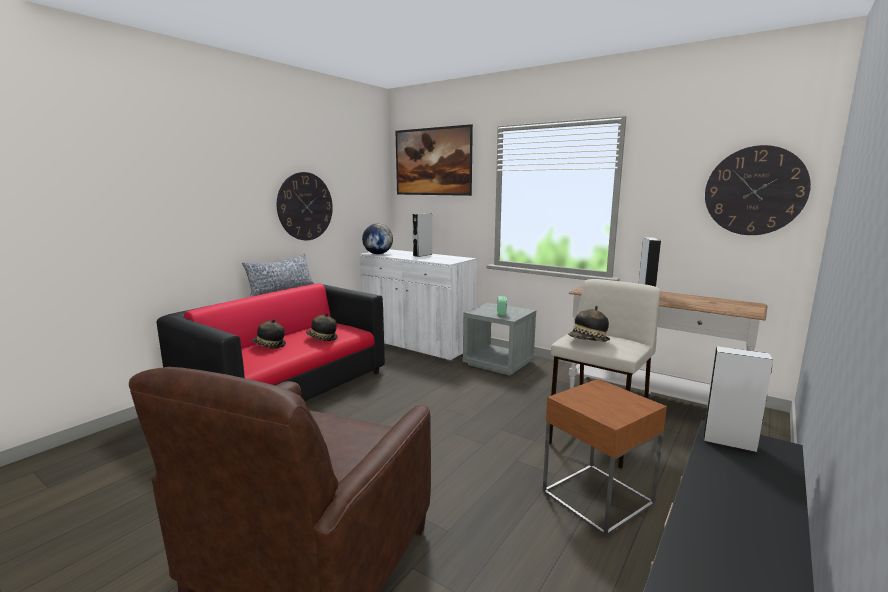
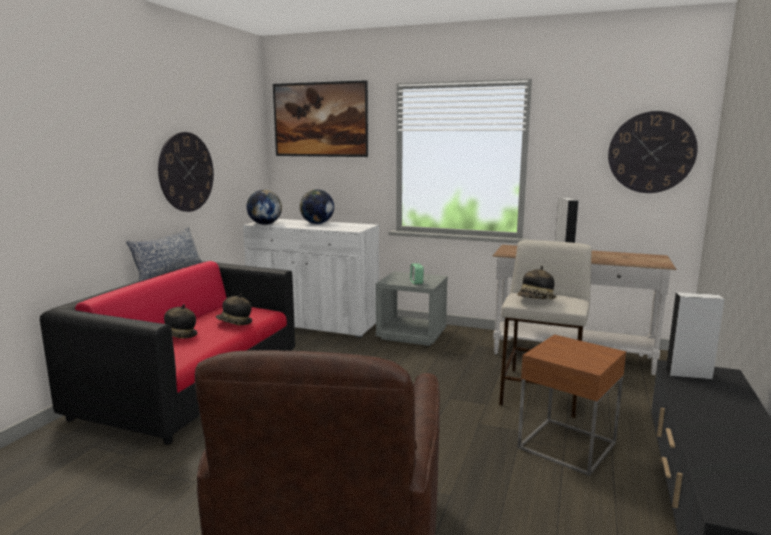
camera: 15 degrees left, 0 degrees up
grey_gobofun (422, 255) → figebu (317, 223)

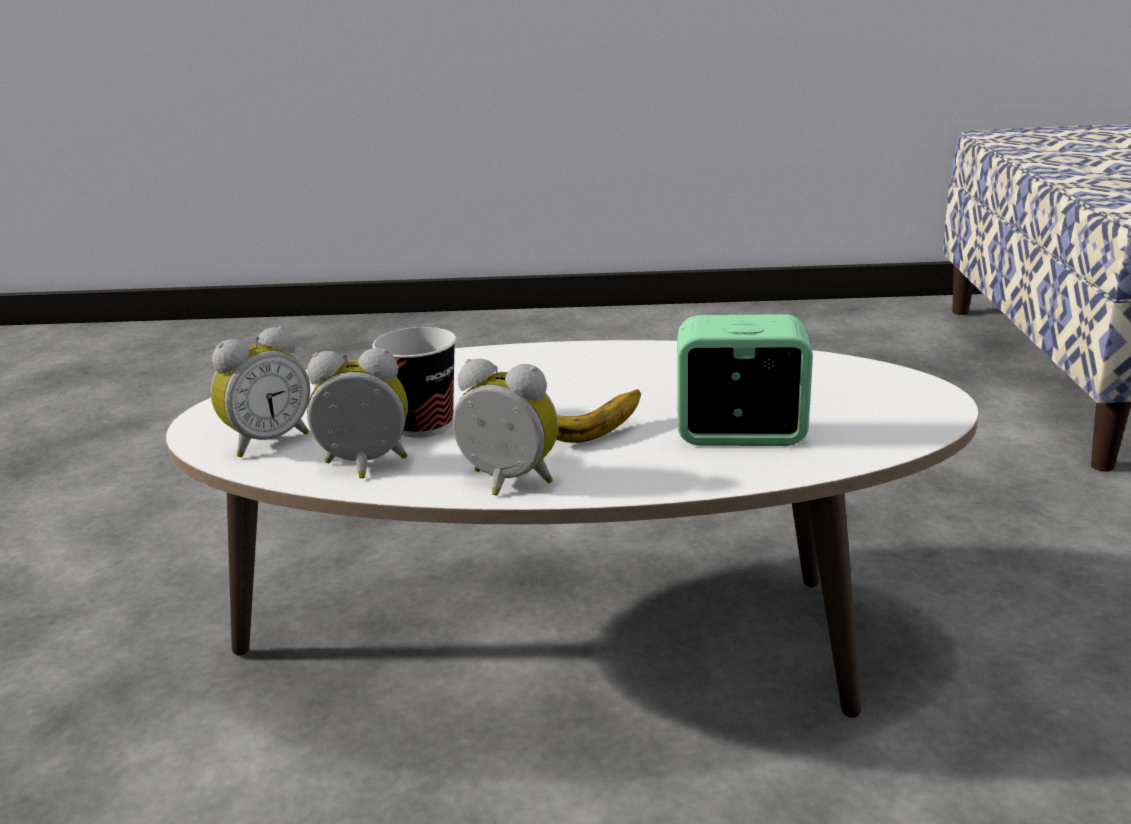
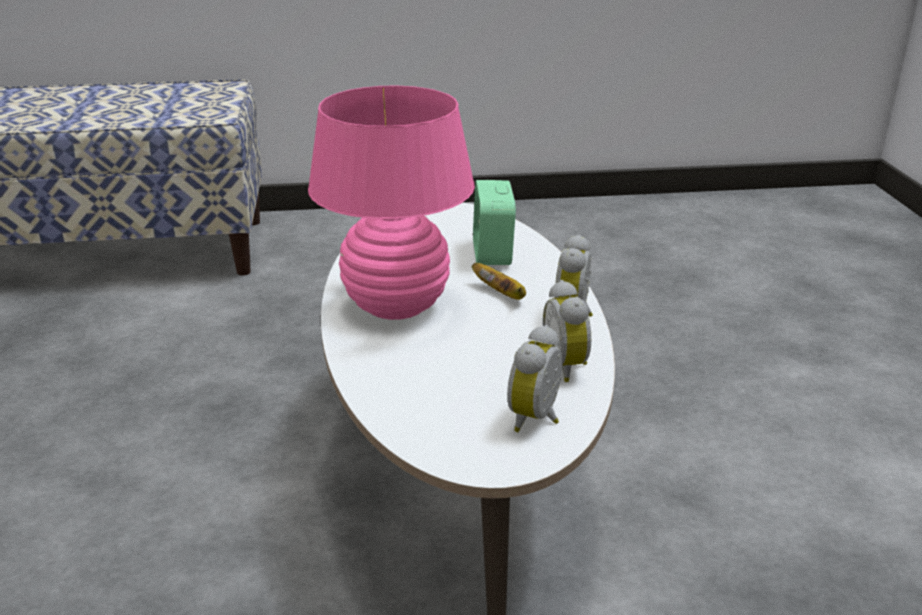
camera: 100 degrees left, 5 degrees up
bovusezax (423, 425) → -
- → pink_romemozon (396, 306)
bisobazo (267, 441) → bisobazo (538, 419), 105 degrees counterclockwise

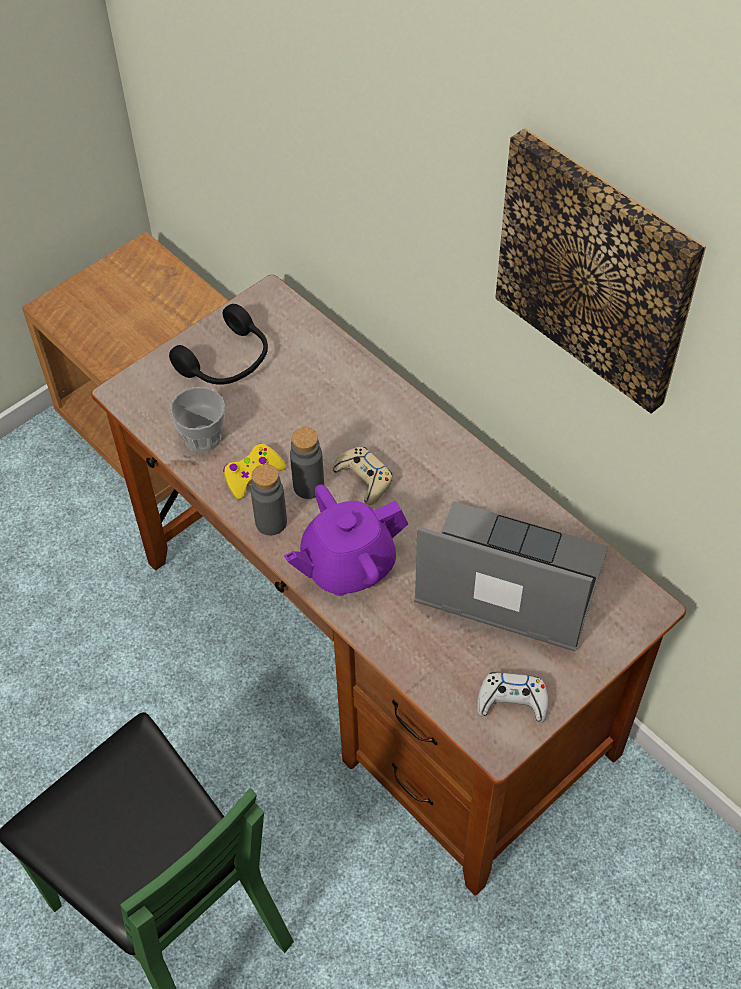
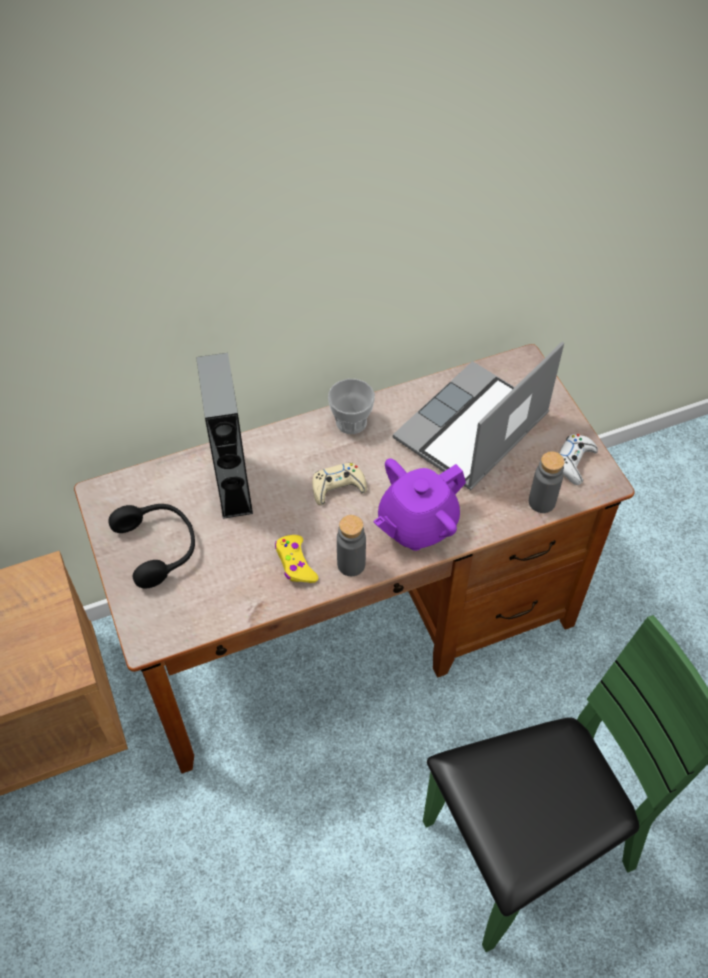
camera: 70 degrees left, 0 degrees up
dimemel (596, 269) → -
- → grey_gobofun (233, 485)
bovusezax (203, 438) → bovusezax (351, 422), moved
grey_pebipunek (308, 486) → grey_pebipunek (541, 502), moved
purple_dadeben (347, 565) → purple_dadeben (416, 524), 60 degrees clockwise

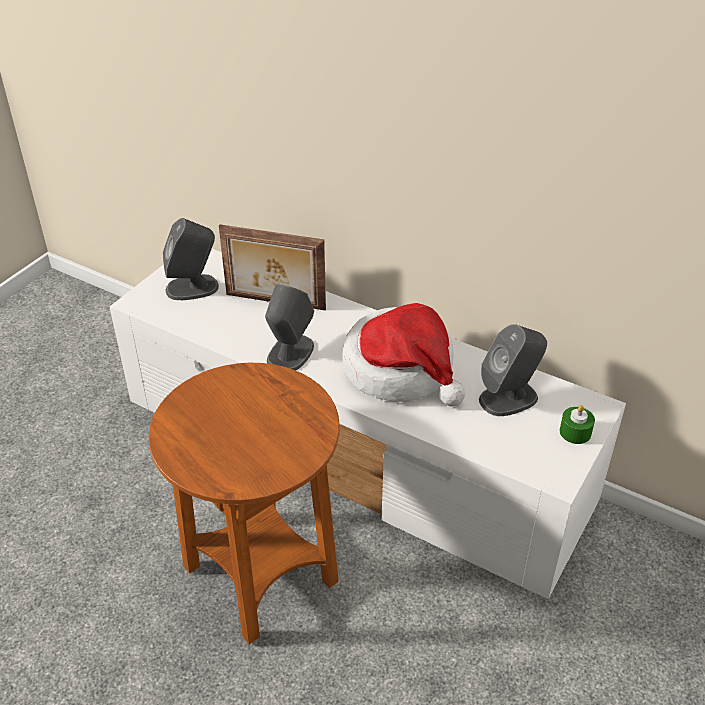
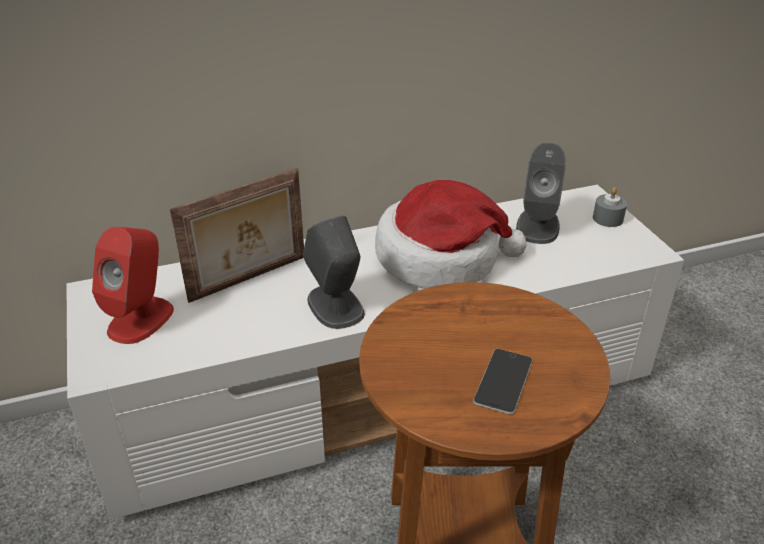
camera: 50 degrees left, 5 degrees down
- → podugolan (503, 381)
grey_gobofun (193, 288) → red_gobofun (141, 319)
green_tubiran (575, 432) → grey_tubiran (608, 218)

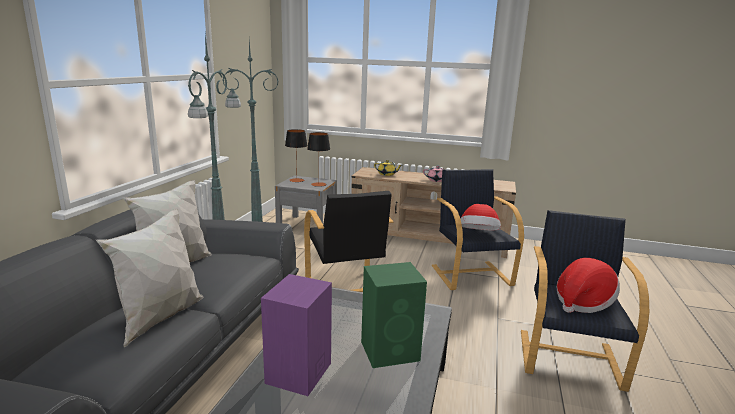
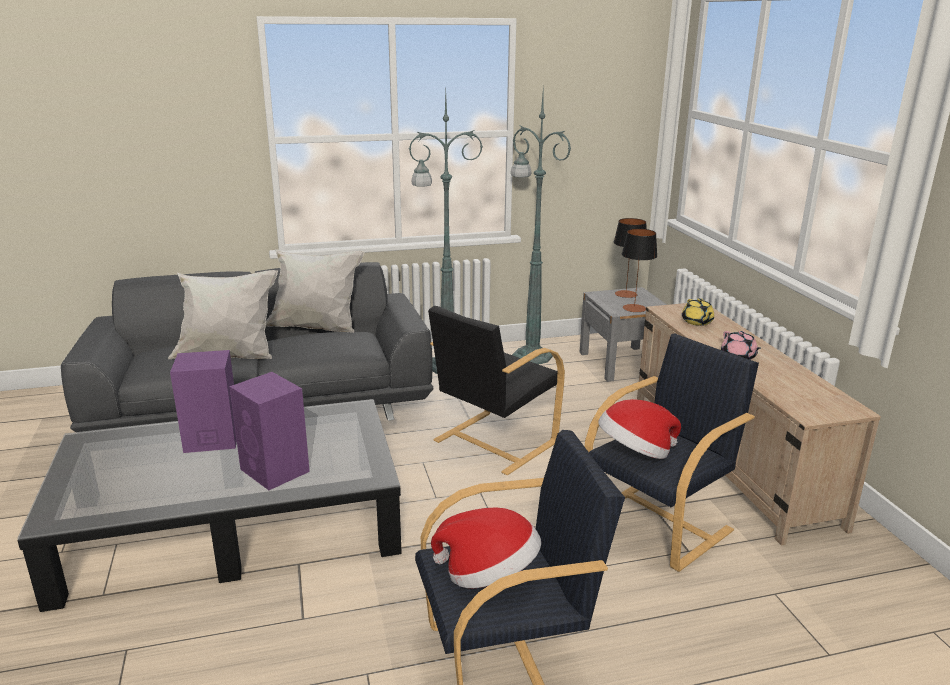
camera: 60 degrees right, 5 degrees up
green_gobofun (391, 351) → purple_gobofun (275, 471)

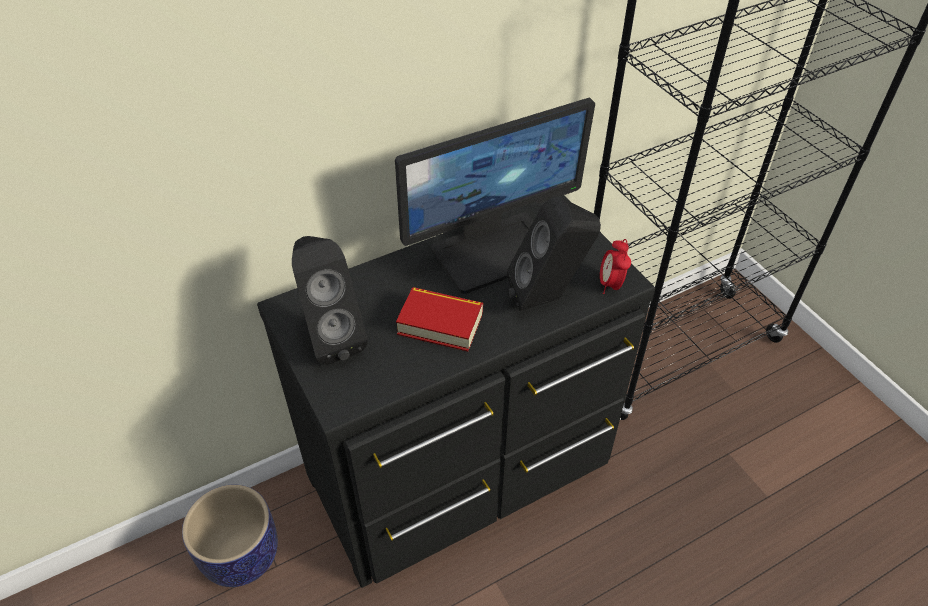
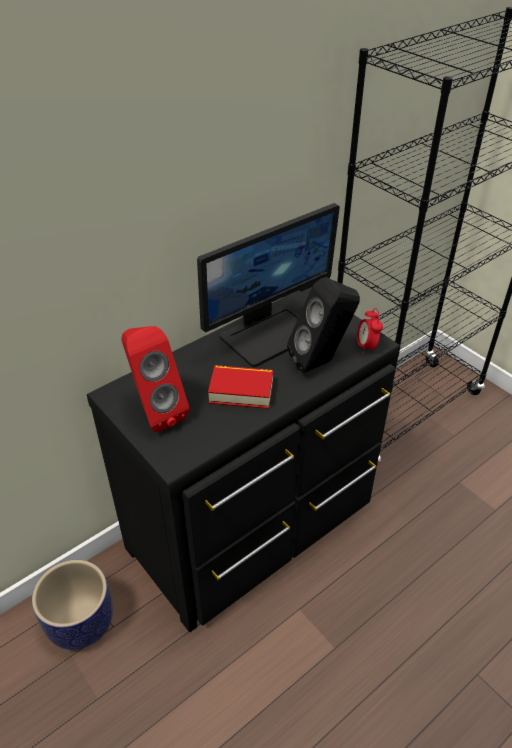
camera: 10 degrees left, 5 degrees down
black_gobofun (331, 337) → red_gobofun (155, 412)

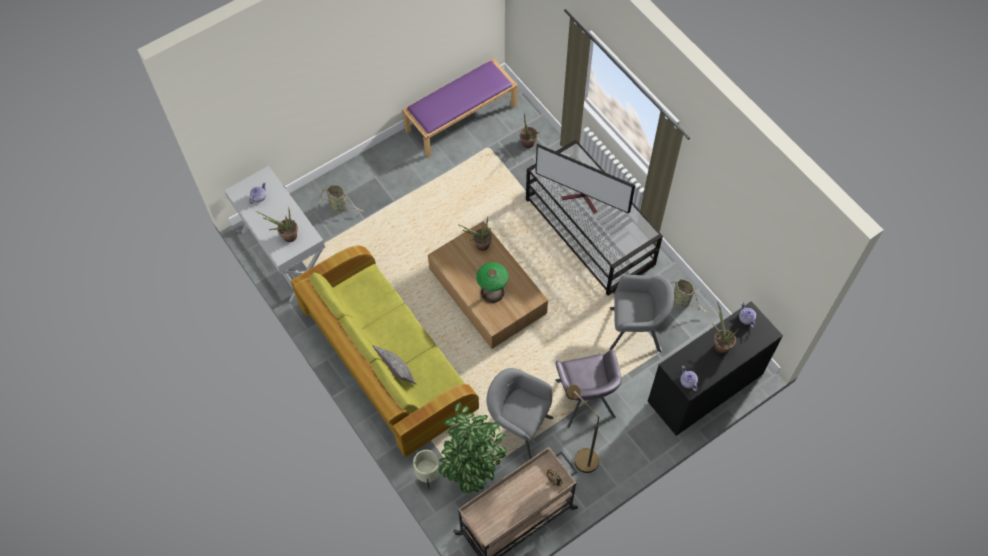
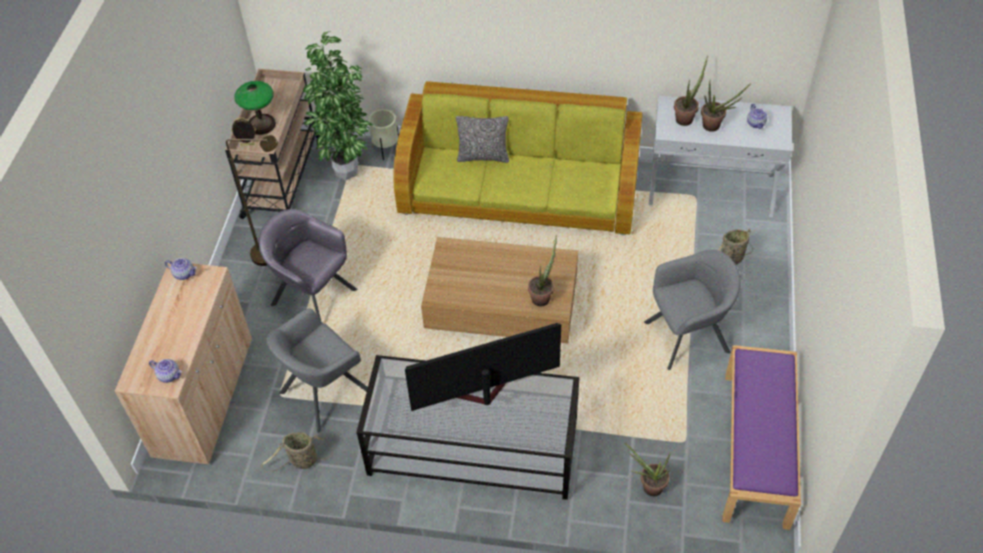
camera: 135 degrees right, 10 degrees down
romemozon (492, 292) → romemozon (262, 124), moved
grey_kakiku (518, 425) → grey_kakiku (687, 337), moved
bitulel (720, 344) → bitulel (715, 126), moved
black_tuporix (705, 388) → beige_tuporix (204, 397)

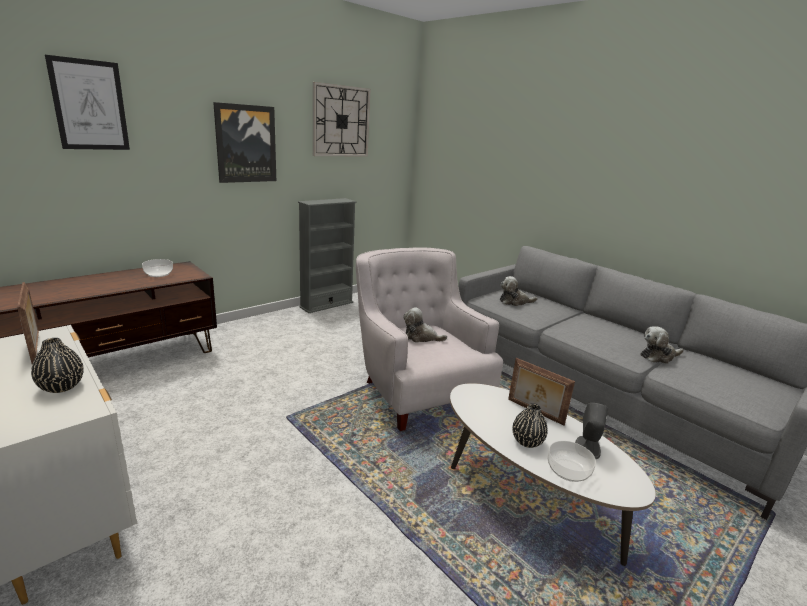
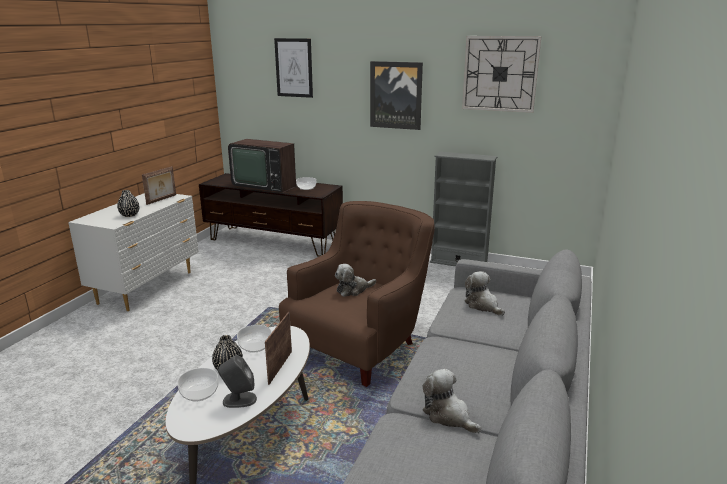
camera: 65 degrees right, 0 degrees up
- → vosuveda (265, 184)
- → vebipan (255, 346)
white_kakiku (417, 390) → brown_kakiku (361, 344)
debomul (421, 337) → debomul (353, 290), 105 degrees counterclockwise

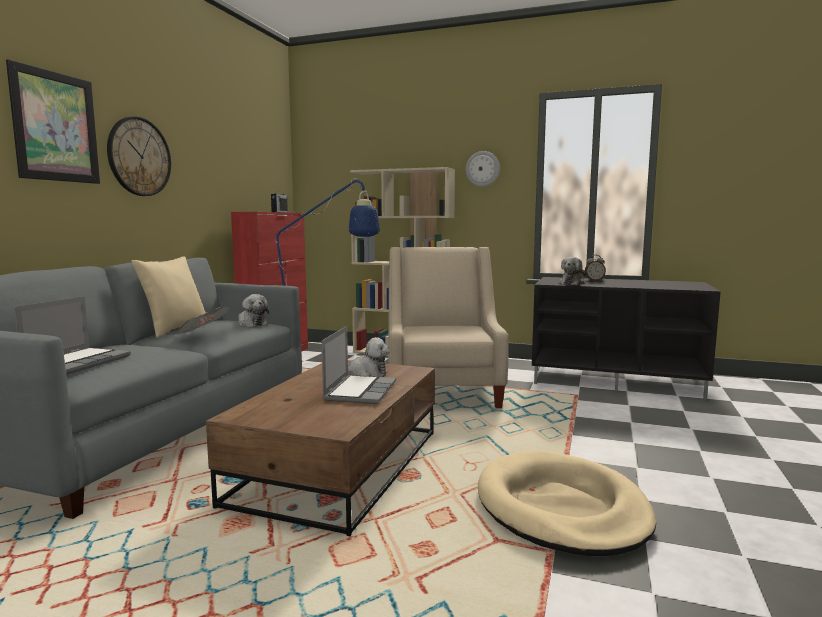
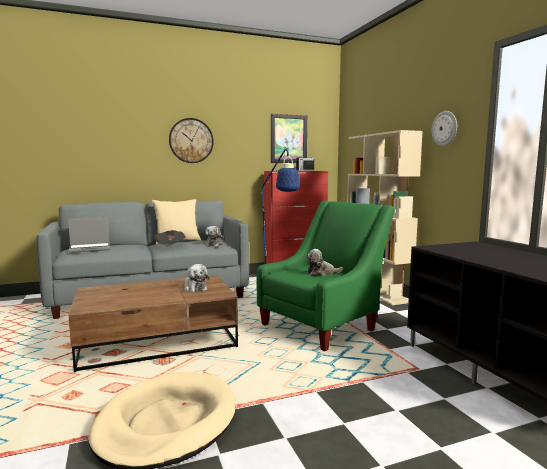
camera: 50 degrees right, 0 degrees up
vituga (360, 391) → -
bisobazo (594, 280) → -
dimemel (55, 127) → dimemel (288, 139), moved
debomul (572, 283) → debomul (321, 273), moved
beige_kakiku (443, 391) → green_kakiku (323, 325)

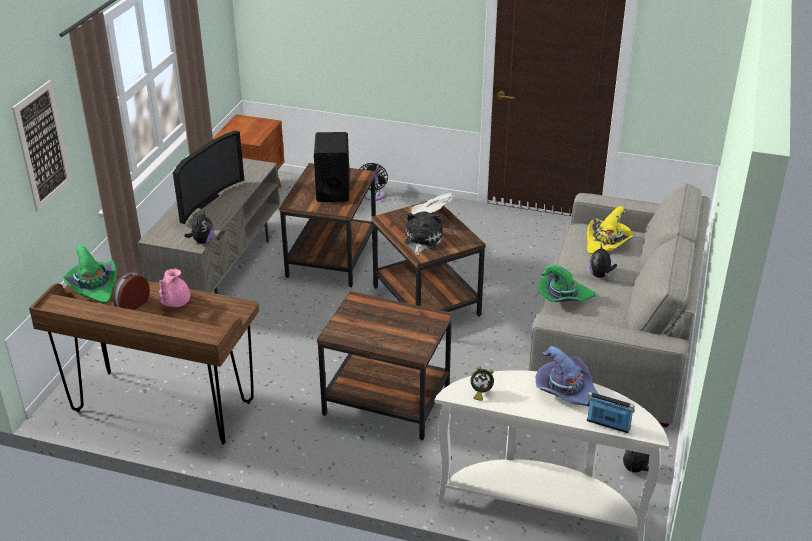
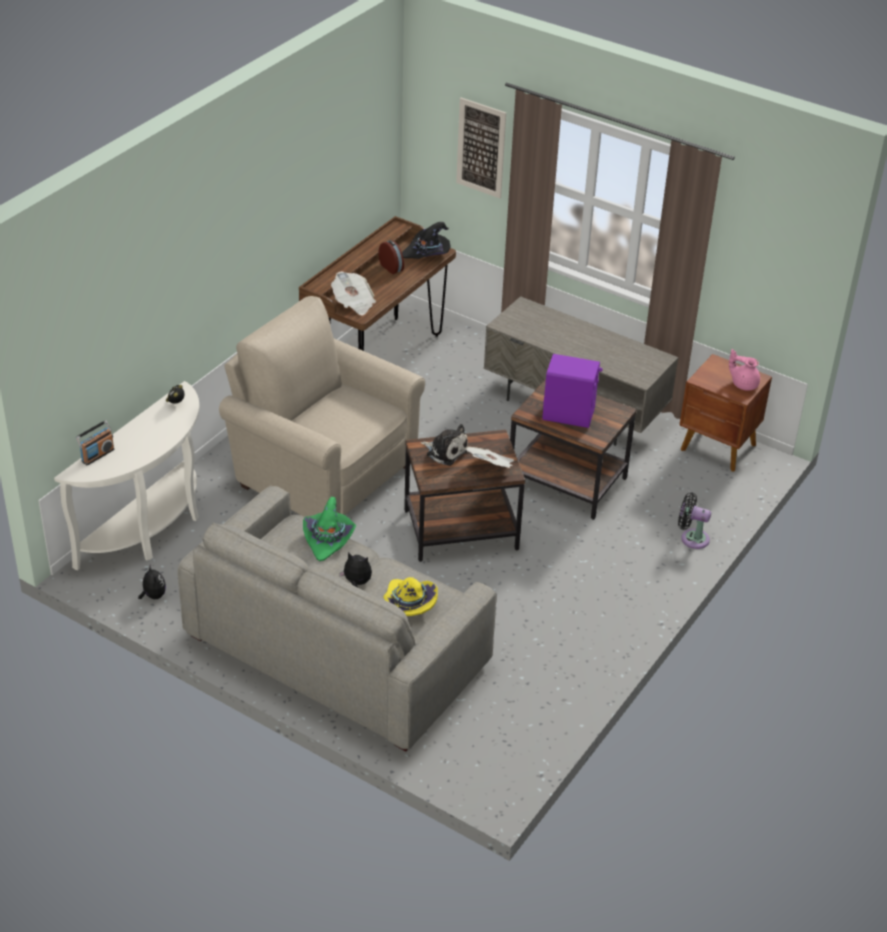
camera: 105 degrees right, 5 degrees up
vosuveda (203, 200) → -
debomul (202, 241) → -
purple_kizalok (566, 390) → -
- → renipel (353, 303)
pink_dadeben (174, 302) → pink_dadeben (743, 384), moved
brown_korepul (386, 402) → beige_kakiku (321, 472)
green_kizalok (93, 286) → black_kizalok (427, 253)
black_gobofun (333, 190) → purple_gobofun (569, 414)

